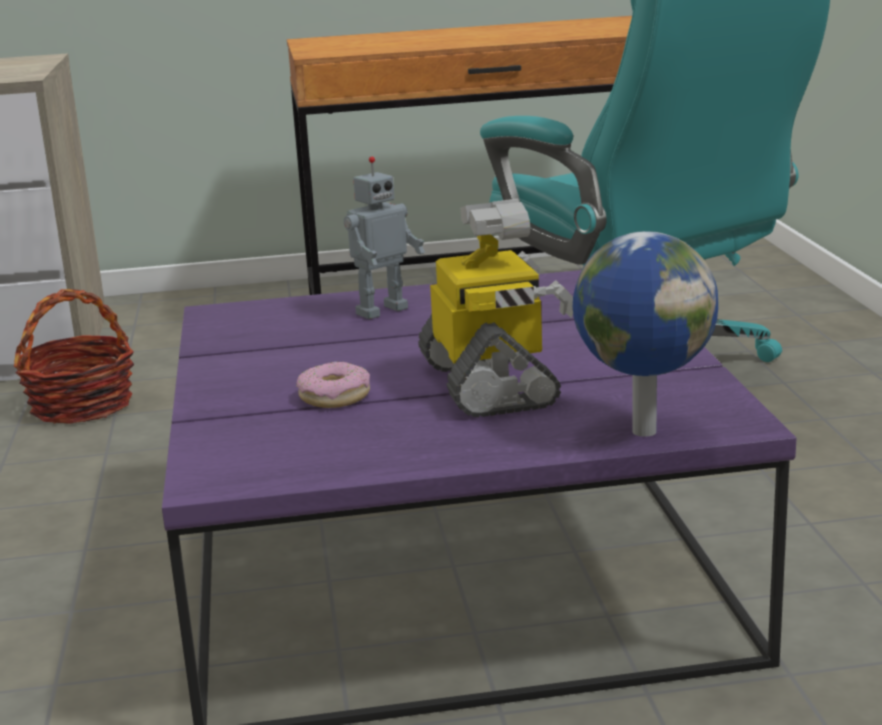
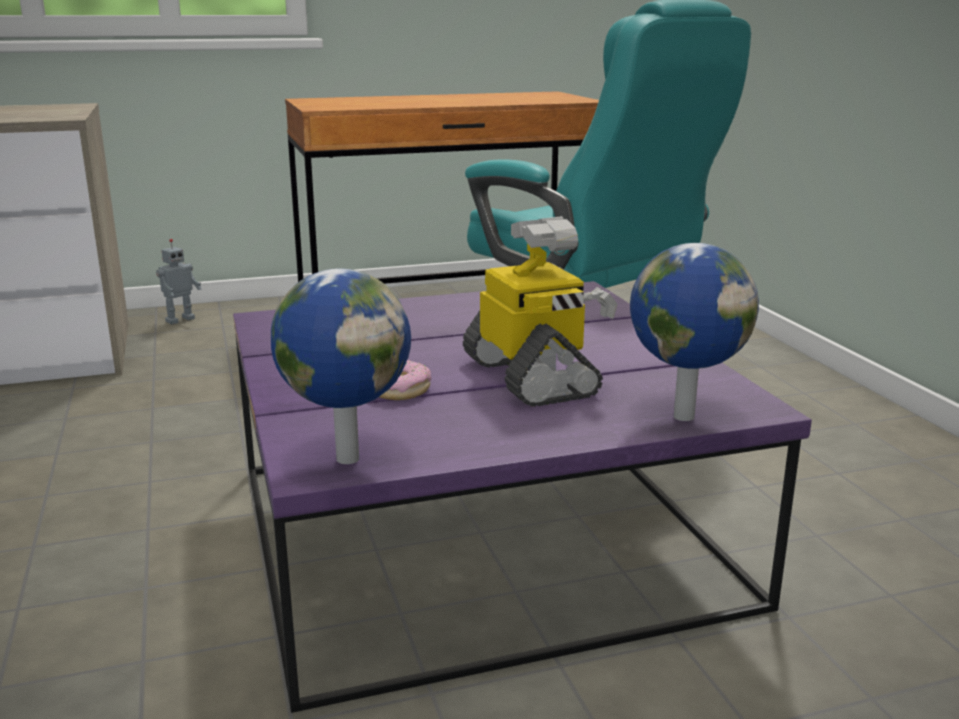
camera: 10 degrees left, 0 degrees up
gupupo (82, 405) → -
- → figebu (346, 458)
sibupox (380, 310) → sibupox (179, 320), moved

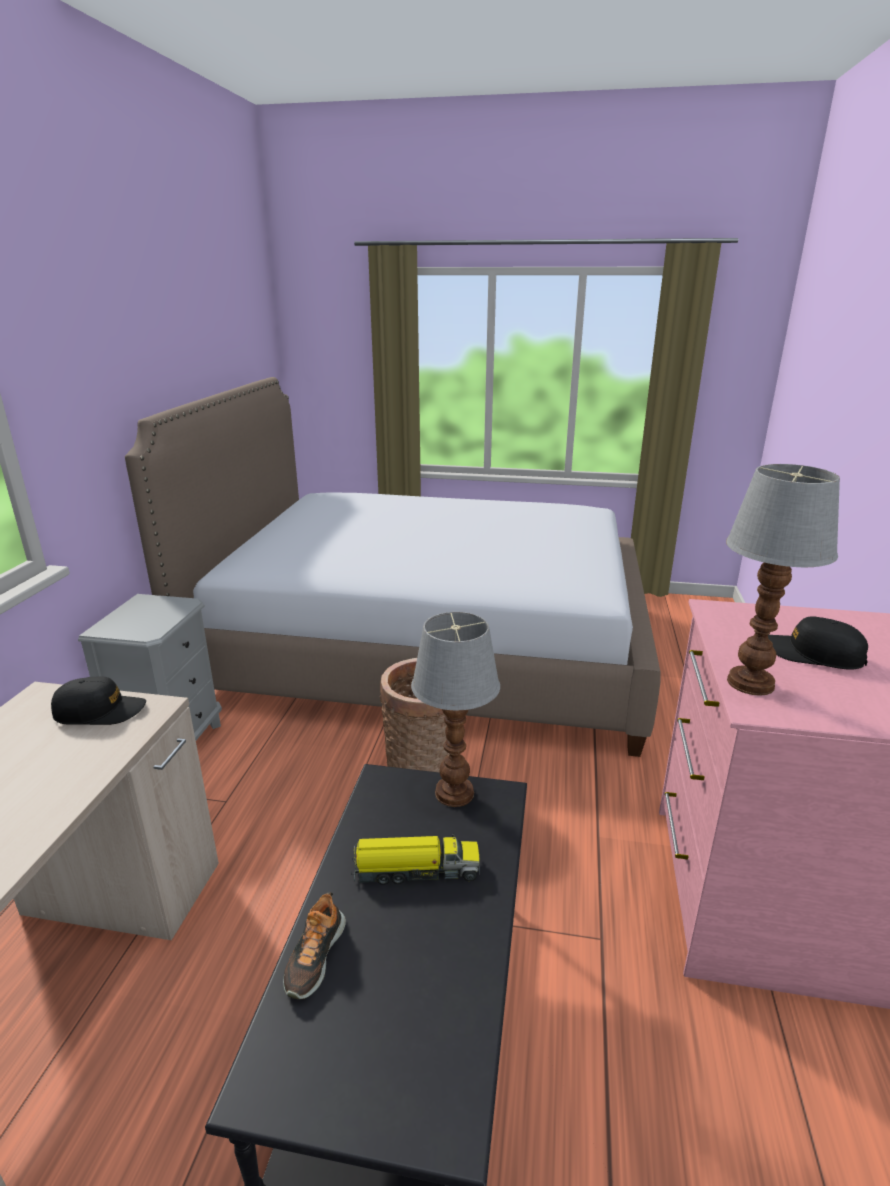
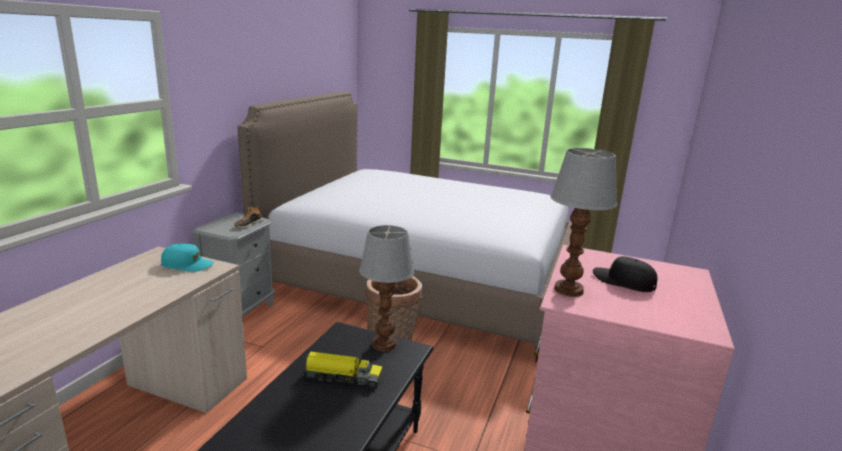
camera: 10 degrees right, 5 degrees down
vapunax (314, 957) → vapunax (248, 224), moved
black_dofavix (100, 711) → turquoise_dofavix (188, 265)

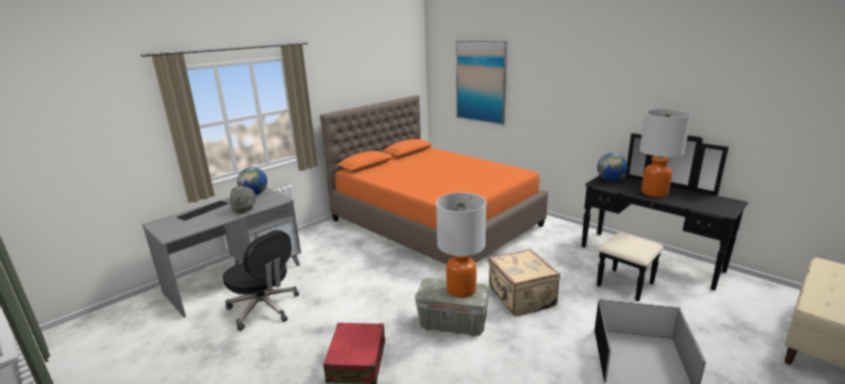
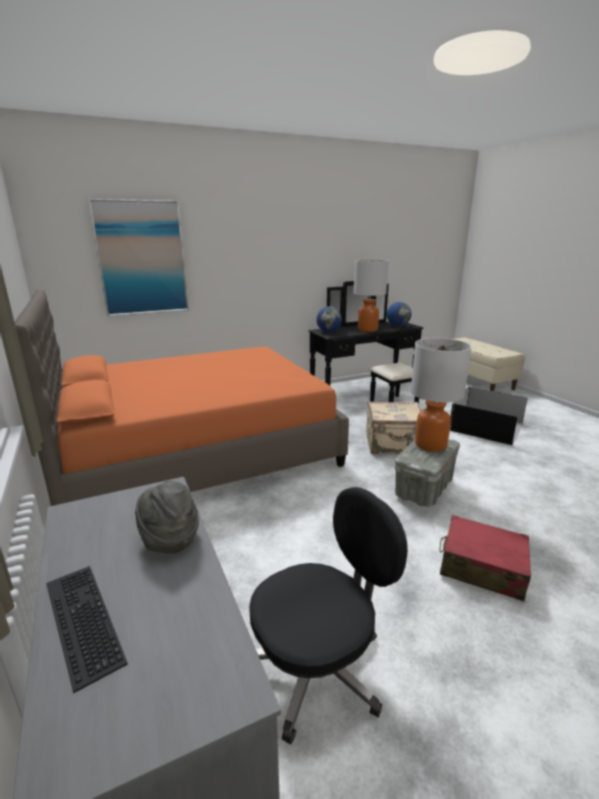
camera: 70 degrees left, 0 degrees up
figebu (255, 194) → figebu (398, 326), moved

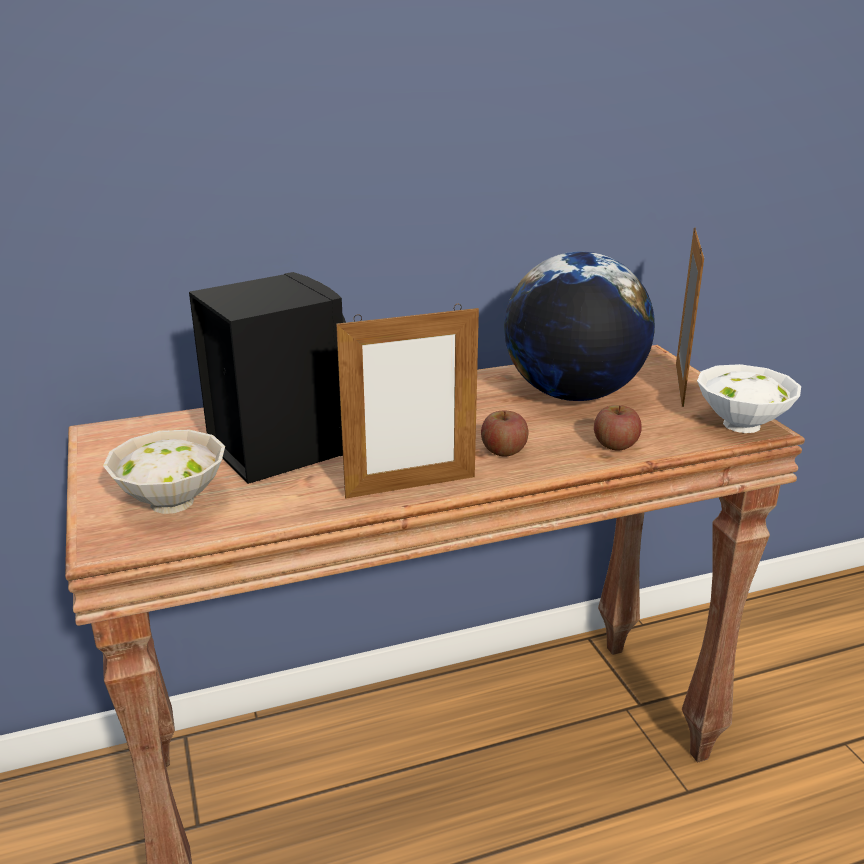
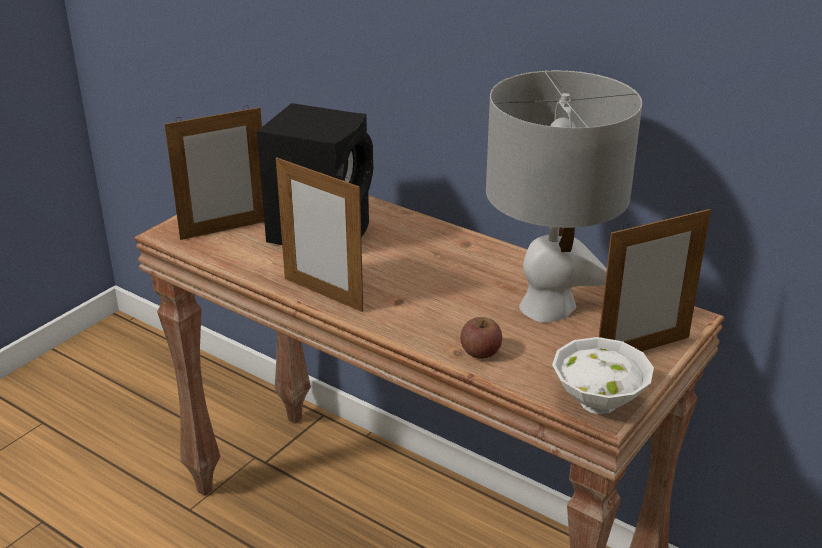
camera: 55 degrees right, 5 degrees up
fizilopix (503, 451) → -
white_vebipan (171, 501) → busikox (225, 229)
figebu (572, 394) → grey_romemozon (548, 307)

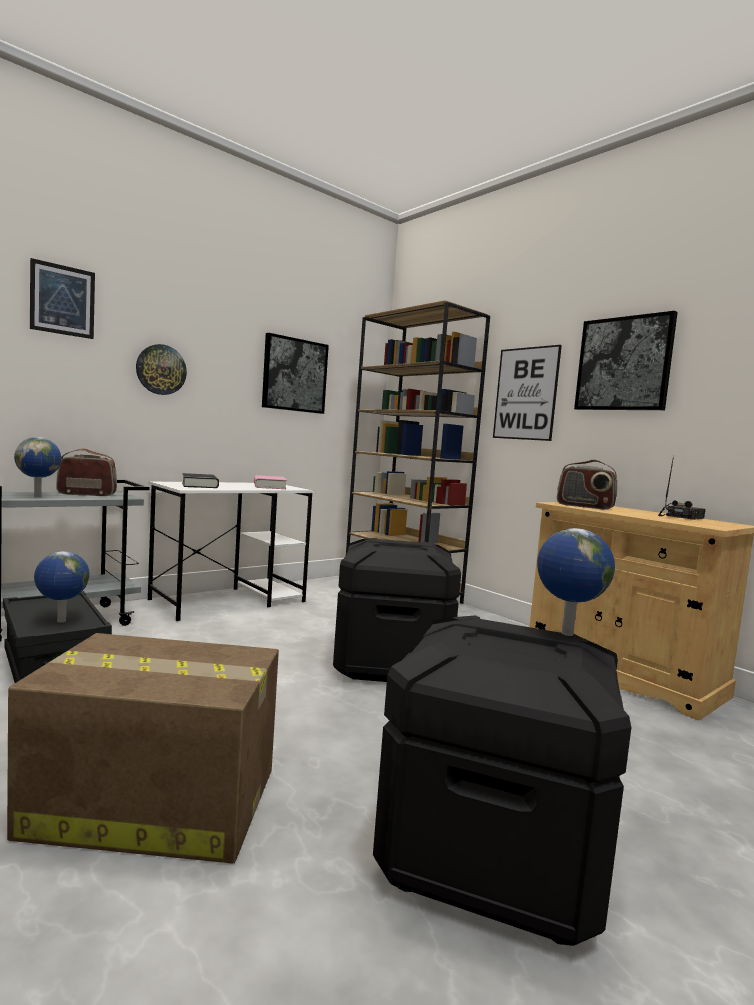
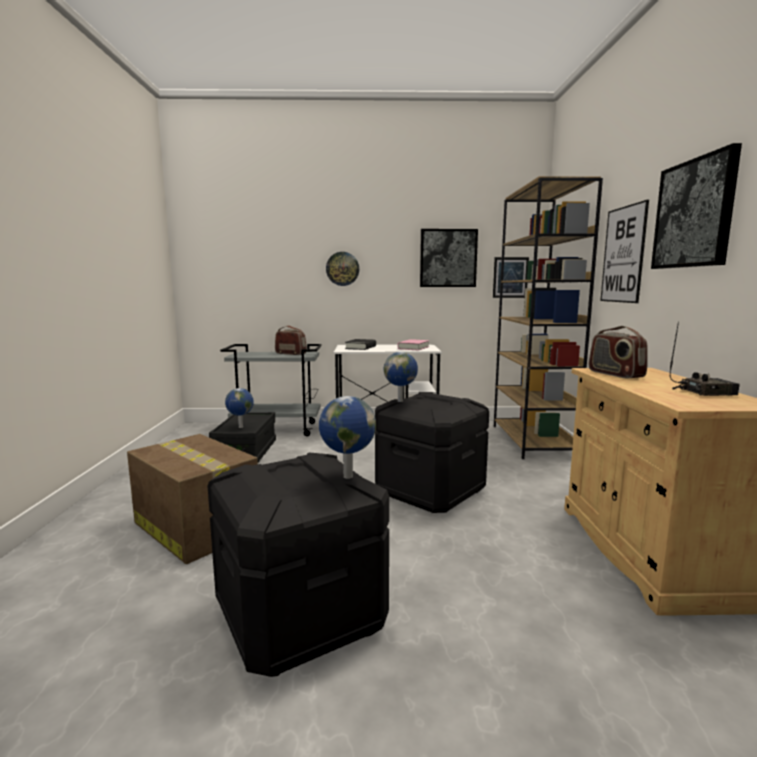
camera: 40 degrees right, 5 degrees up
figebu (38, 496) → figebu (401, 401), moved
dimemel (62, 300) → dimemel (510, 277), moved

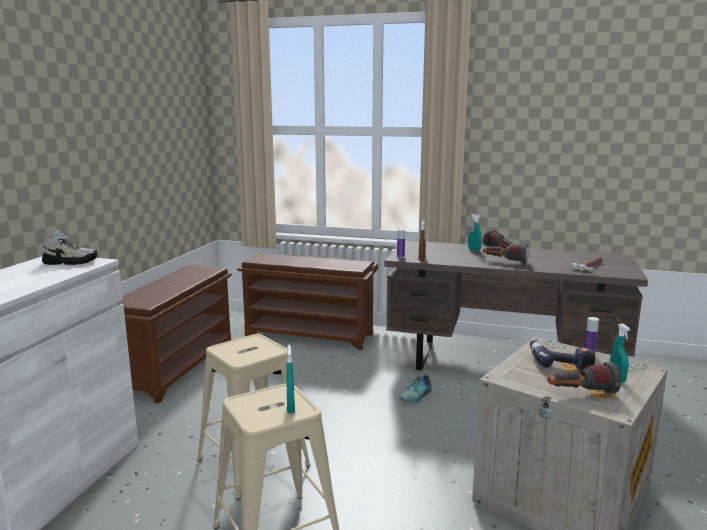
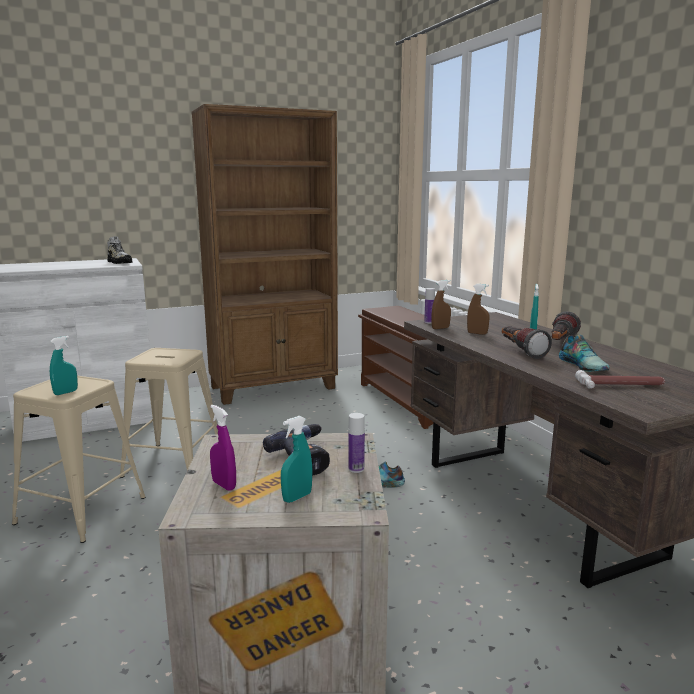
camera: 50 degrees right, 0 degrees up
- → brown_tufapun (477, 333)
- → vapunax (584, 365)
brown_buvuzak (178, 367) → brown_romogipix (274, 388)
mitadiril (580, 393) → purple_tufapun (224, 485)

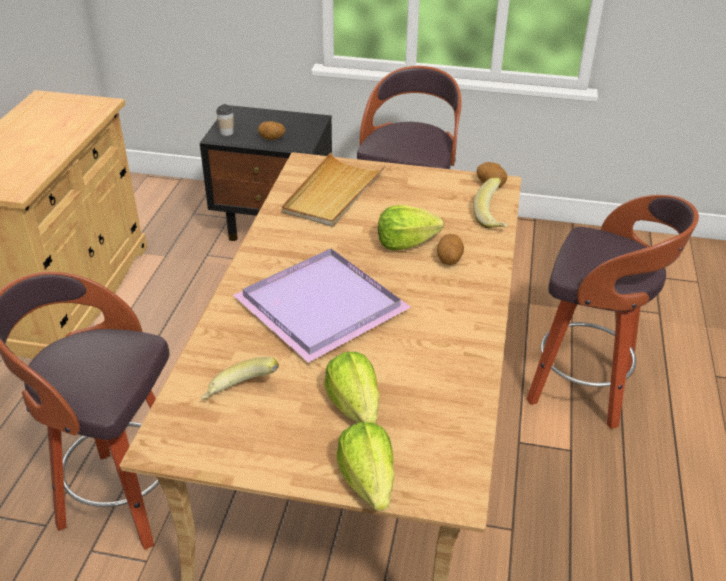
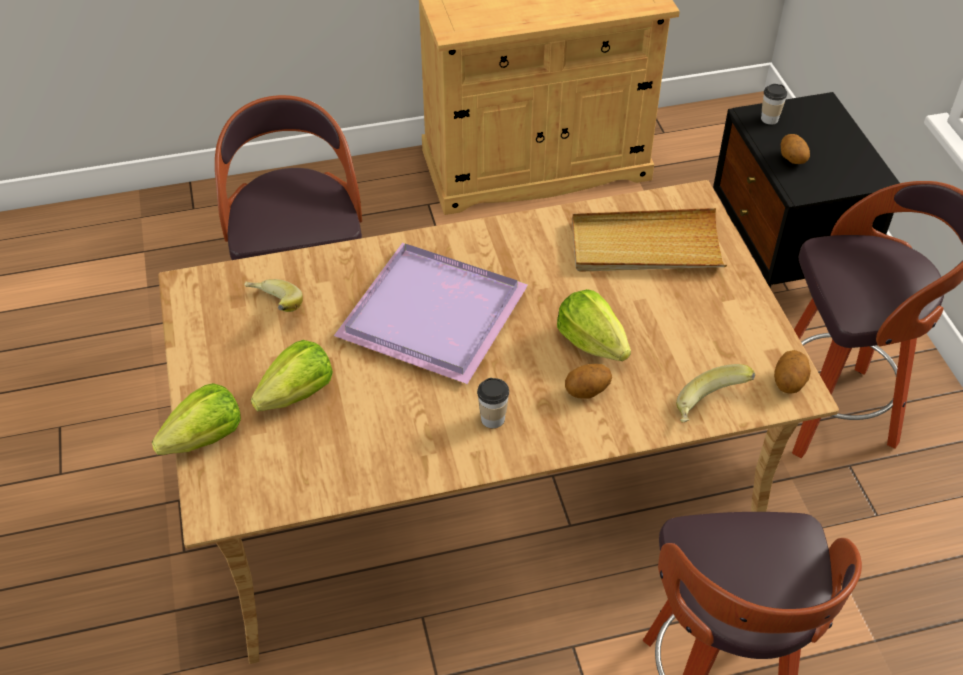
camera: 65 degrees right, 10 degrees up
- → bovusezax (492, 419)

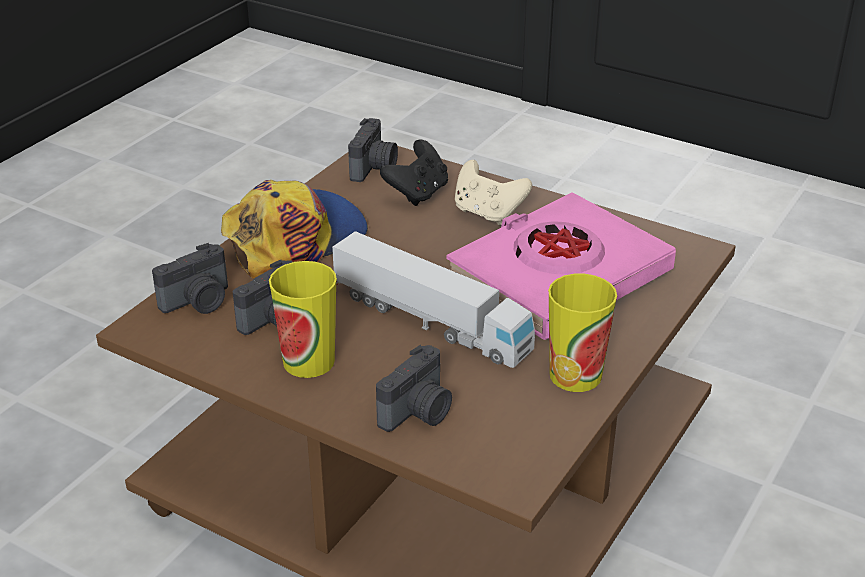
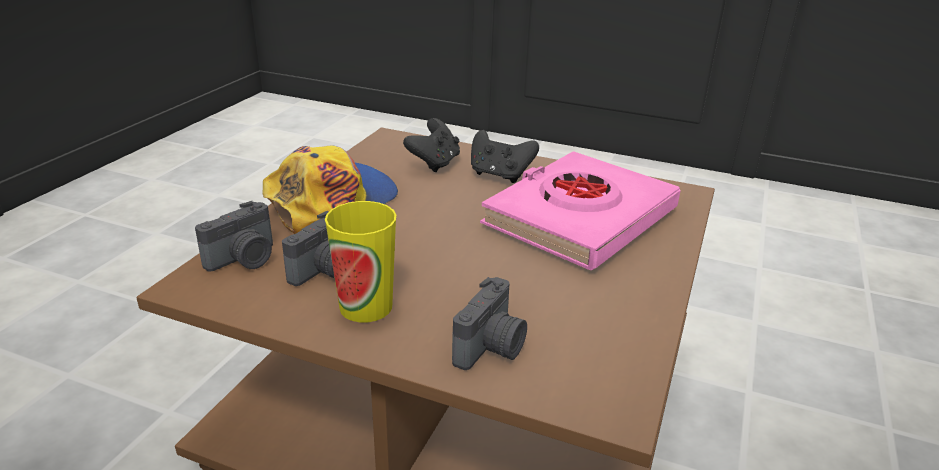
camera: 10 degrees left, 5 degrees down
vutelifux (430, 321) → -
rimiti (374, 168) → -
bovusezax (575, 375) → -
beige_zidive (488, 213) → black_zidive (499, 175)

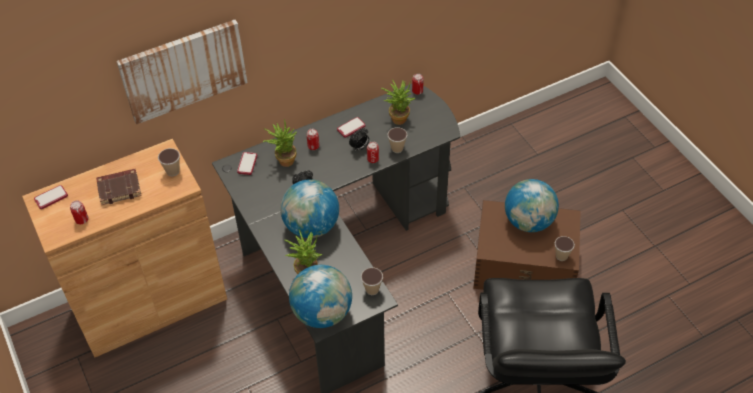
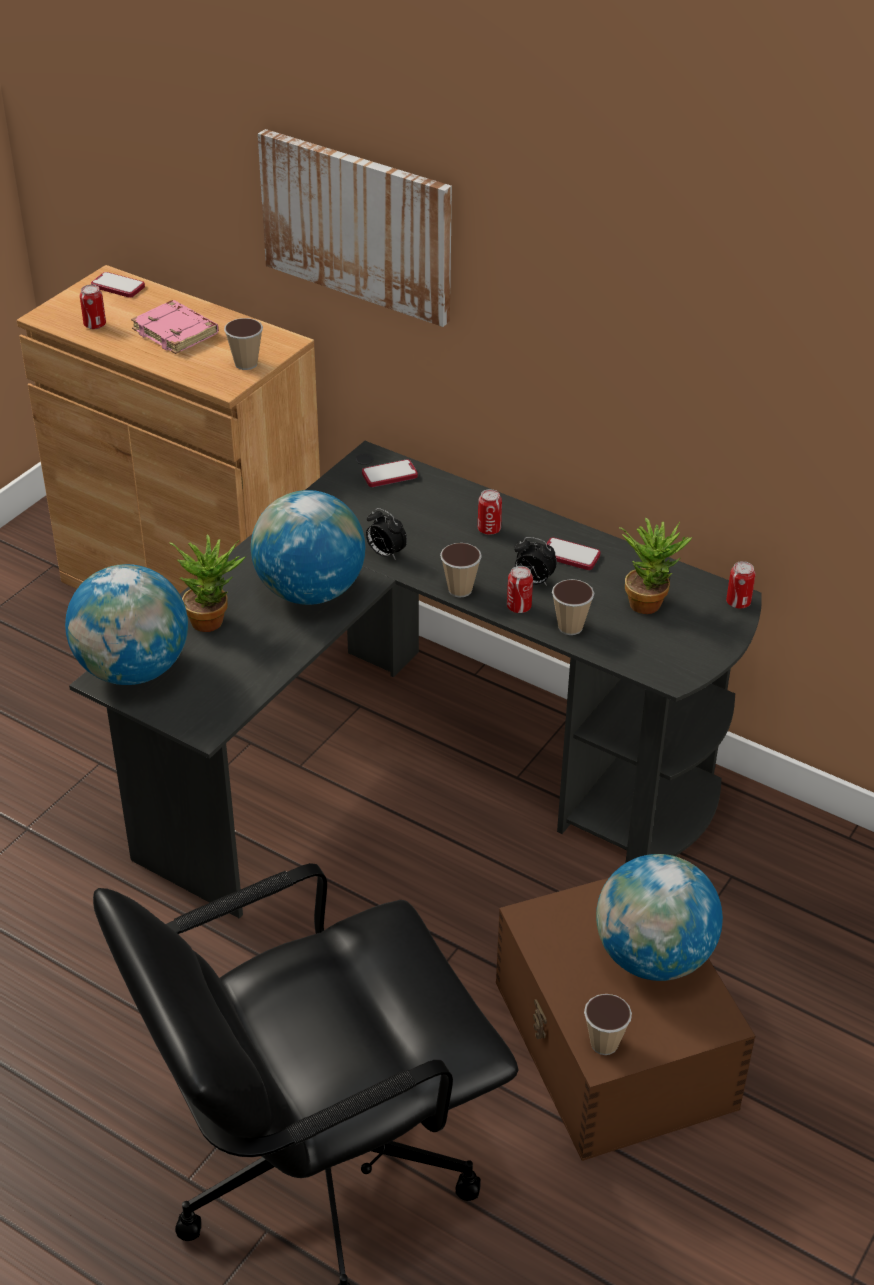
camera: 60 degrees right, 10 degrees down
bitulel (283, 160) → -
bovusezax (372, 290) → bovusezax (460, 590), moved
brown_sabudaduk (120, 188) → pink_sabudaduk (177, 332)

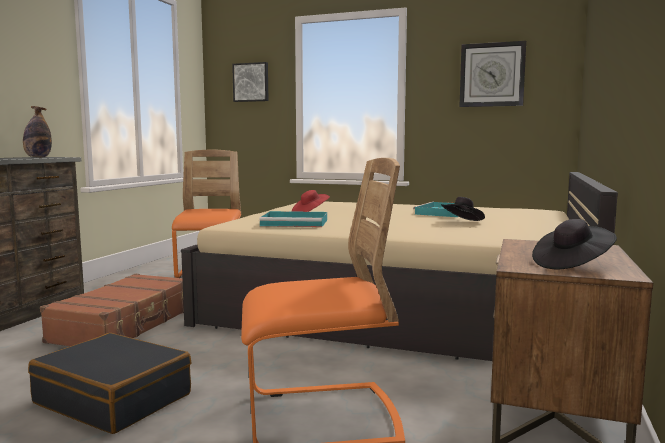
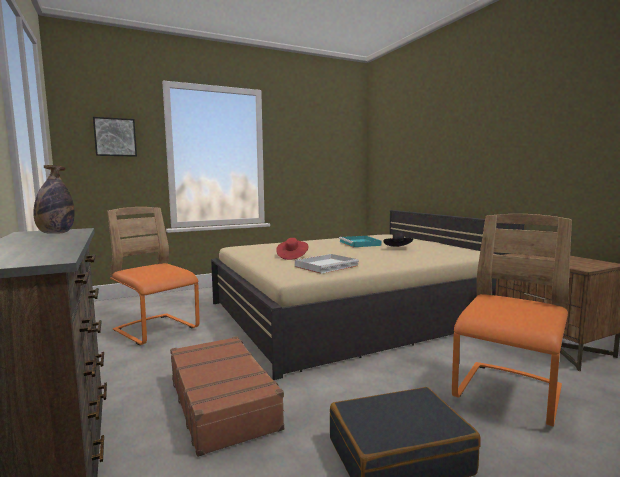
camera: 45 degrees left, 0 degrees up
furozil (492, 75) → -
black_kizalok (571, 264) → -
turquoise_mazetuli (296, 223) → white_mazetuli (327, 266)

